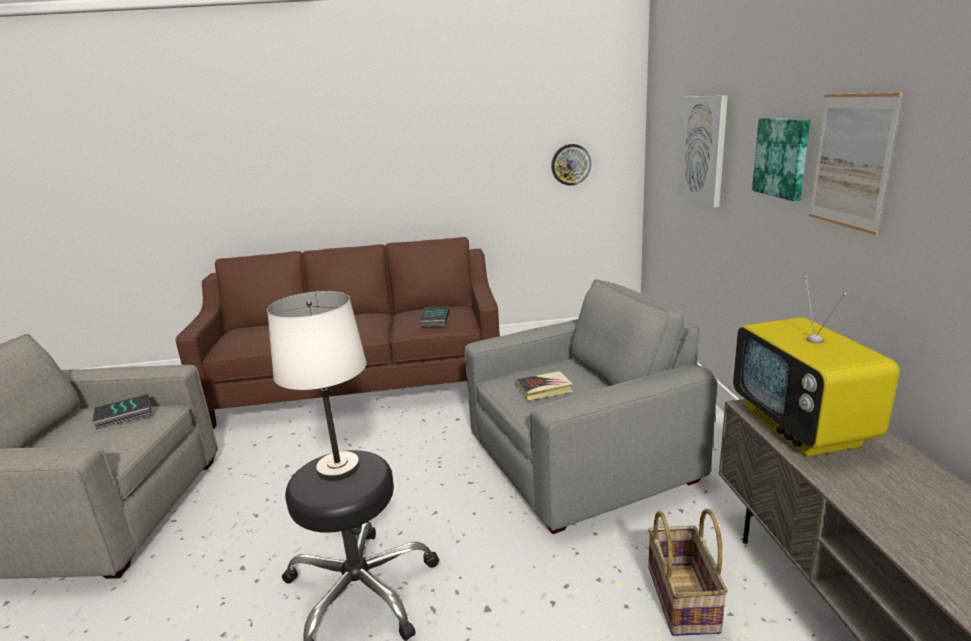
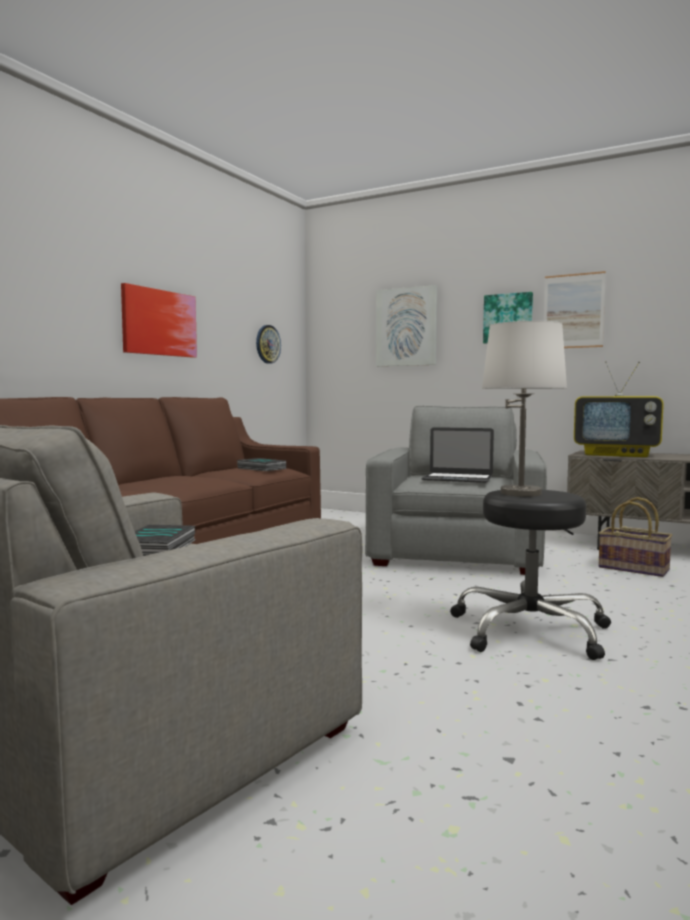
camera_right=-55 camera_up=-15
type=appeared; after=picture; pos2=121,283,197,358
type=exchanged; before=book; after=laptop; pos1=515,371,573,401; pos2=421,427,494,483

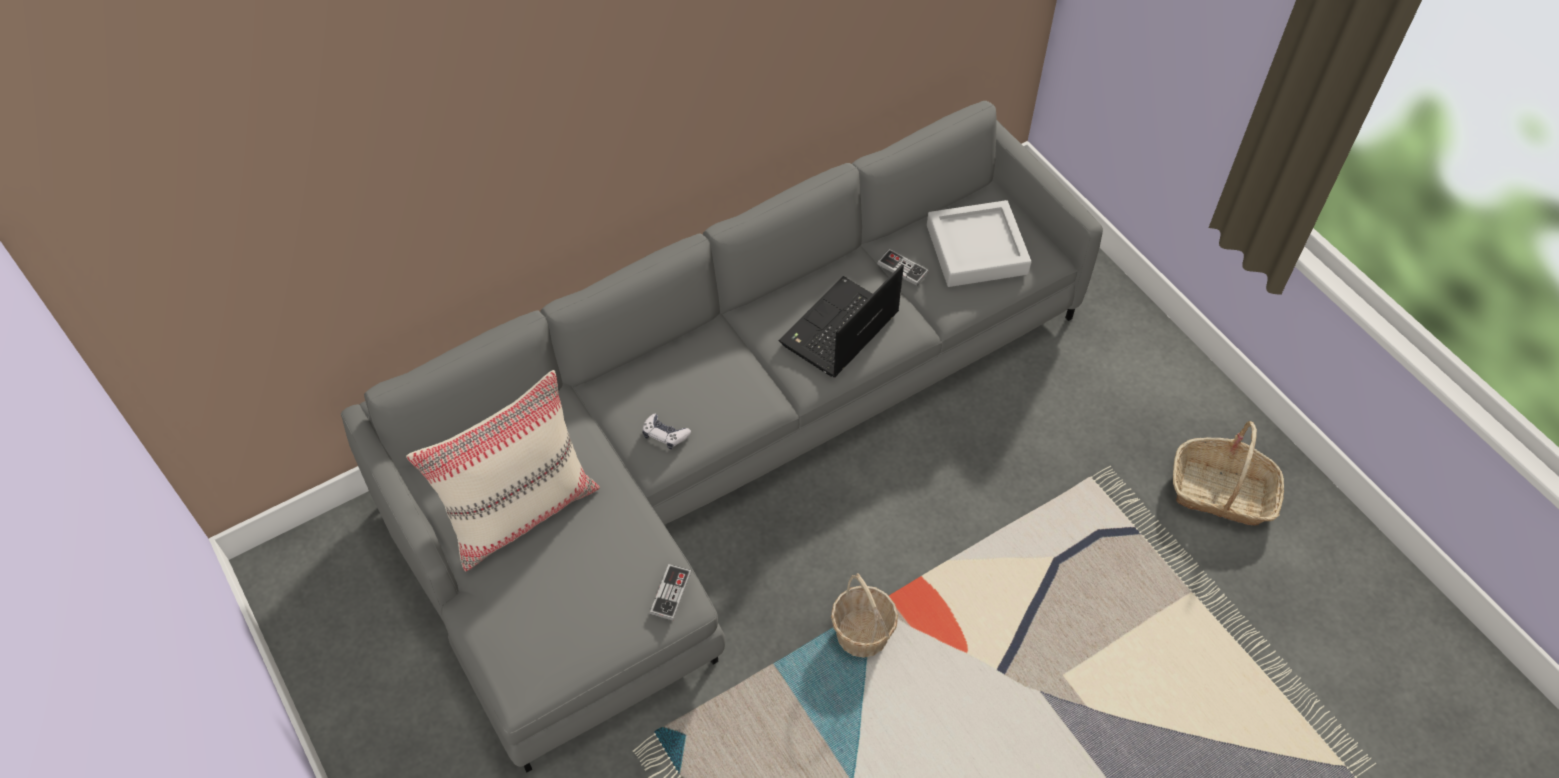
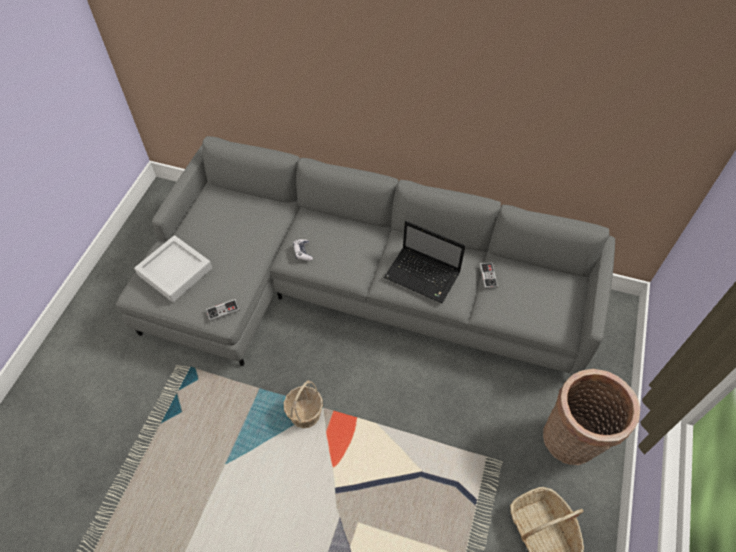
camera_right=50 camera_up=0
type=relocated; before=grey tray; pos1=927,200,1031,287; pos2=134,235,212,302
type=spun; before=laptop; pos1=779,264,904,377; pos2=384,221,465,304; turn=-150
type=appeared; after=basket; pos2=543,369,640,465
type=missing; before=beige pillow; pos1=406,370,600,571

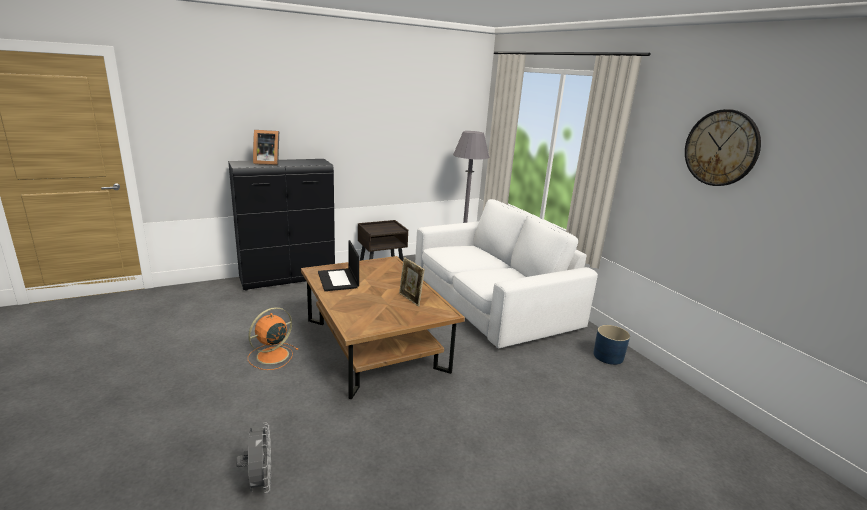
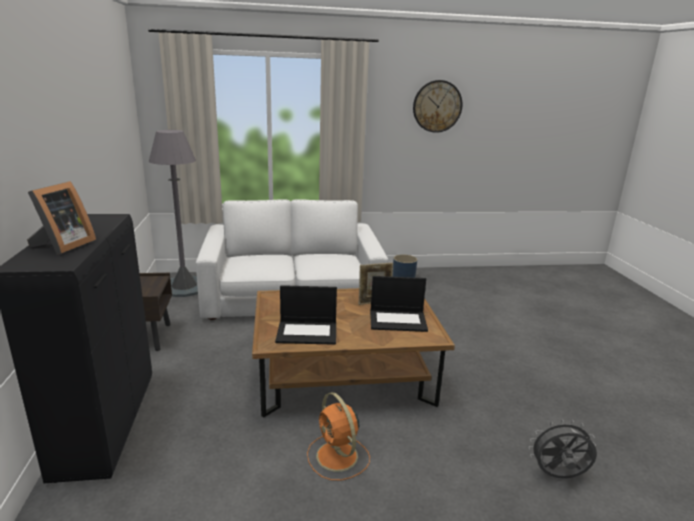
camera_right=-70 camera_up=0
type=appeared; after=laptop; pos2=370,276,428,332

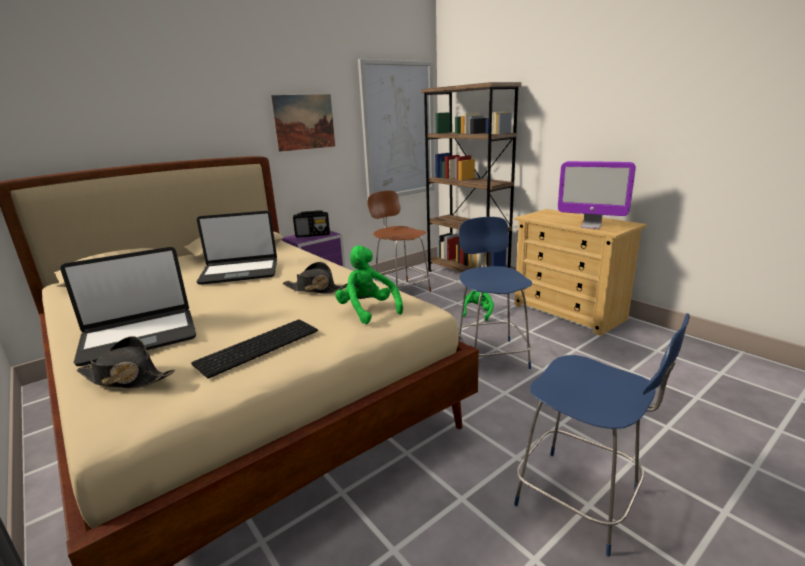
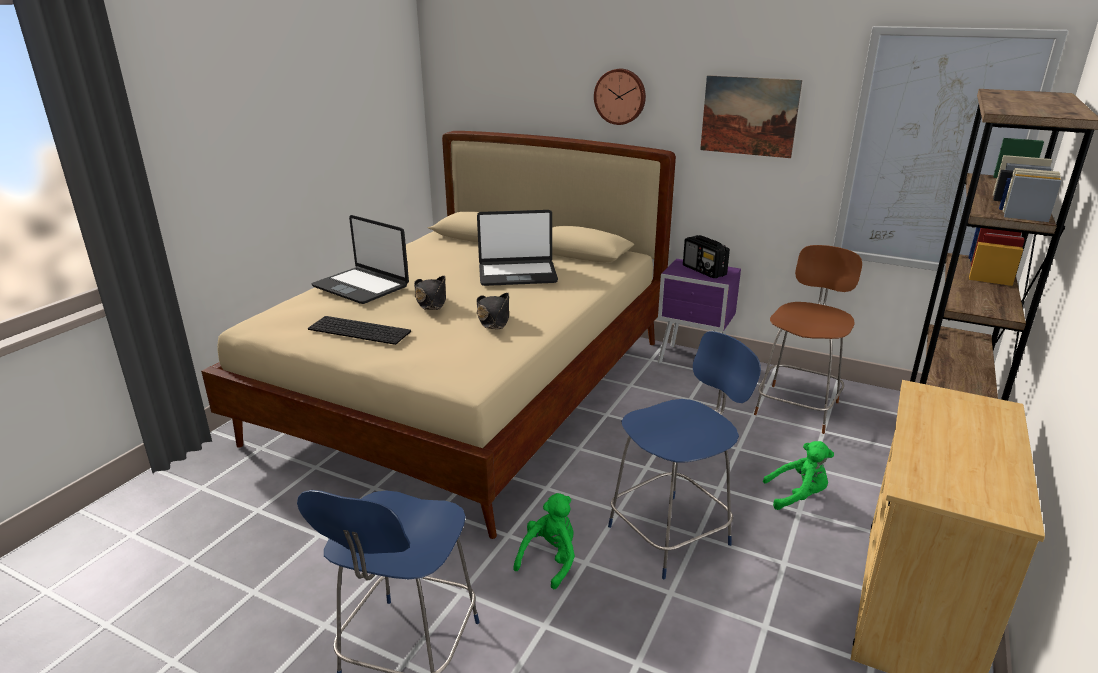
camera_right=65 camera_up=5
type=relocated; before=black hat; pos1=77,336,175,388; pos2=414,276,446,310
type=spun; before=laptop; pos1=196,211,277,285; pos2=477,210,558,286; turn=-60
type=relocated; before=green plush toy; pos1=335,245,403,324; pos2=513,493,575,589
type=appeared; after=wall clock; pos2=594,69,646,125
type=missing; before=monitor; pos1=558,161,636,229

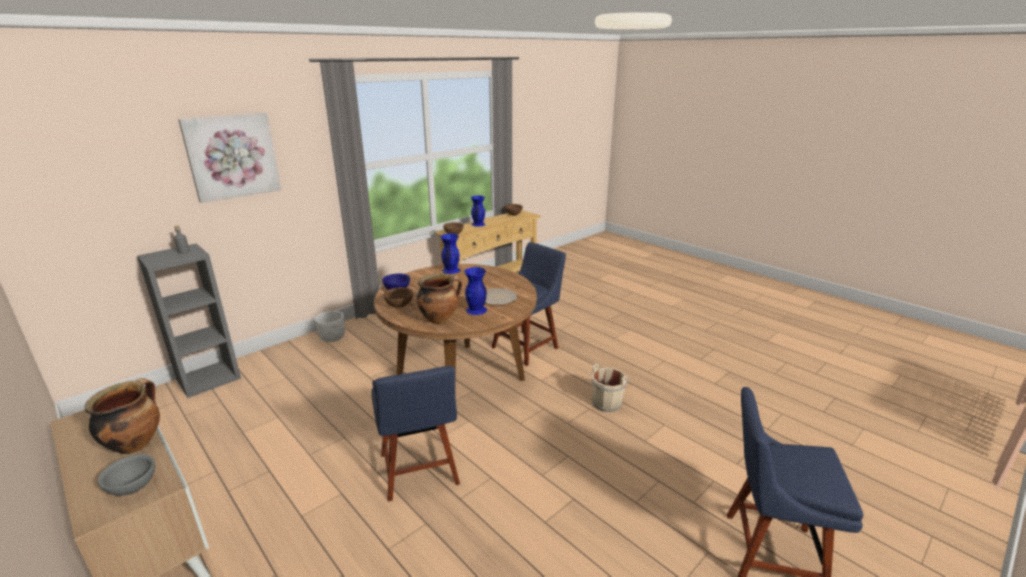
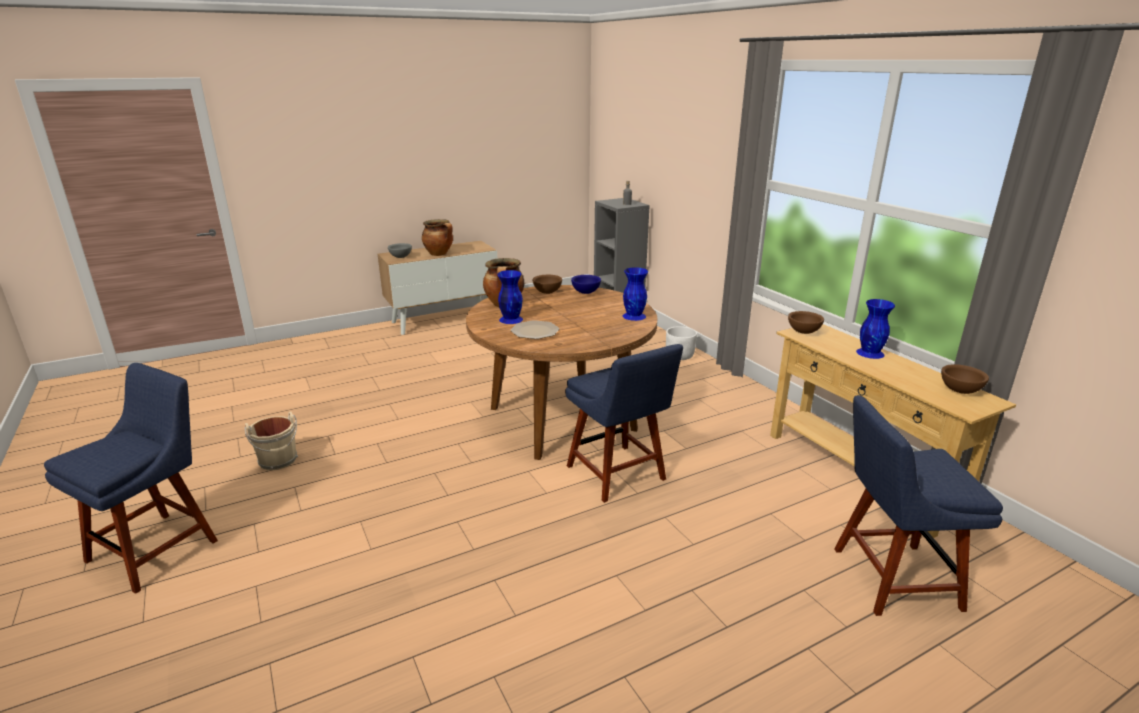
camera_right=105 camera_up=0
type=relocated; before=beige bucket; pos1=591,363,630,413; pos2=244,411,298,470
type=relocated; before=blue chair; pos1=372,366,460,502; pos2=834,395,1003,616
type=missing; before=picture; pos1=178,113,281,203

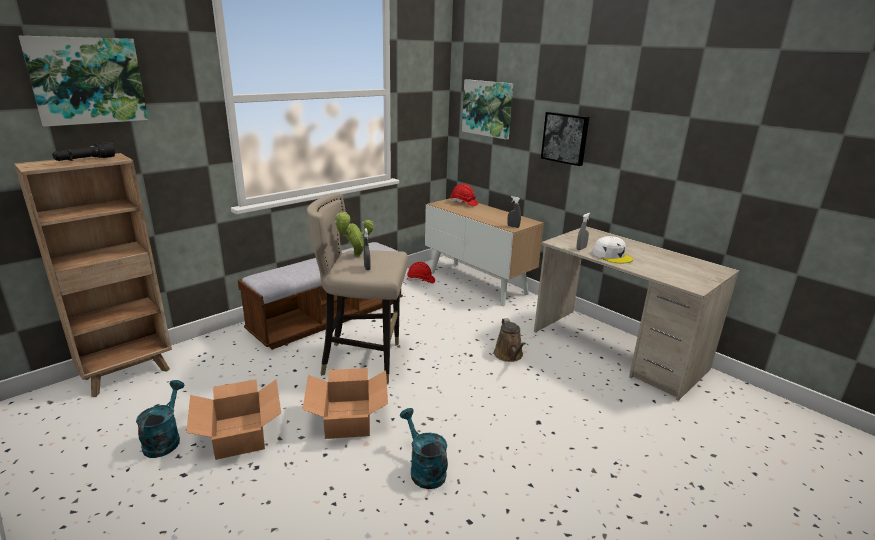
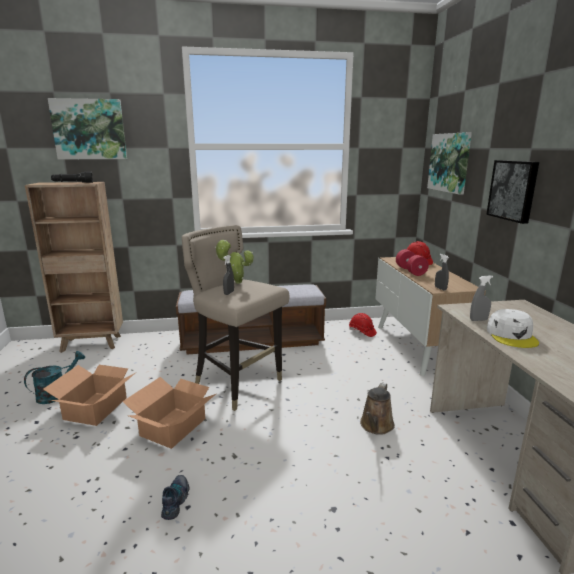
camera_right=35 camera_up=-5
type=exchanged; before=turquoise watering can; after=shoe; pos1=400,408,448,489; pos2=161,475,190,520
type=appeared; after=red dumbbell; pos2=396,249,429,276

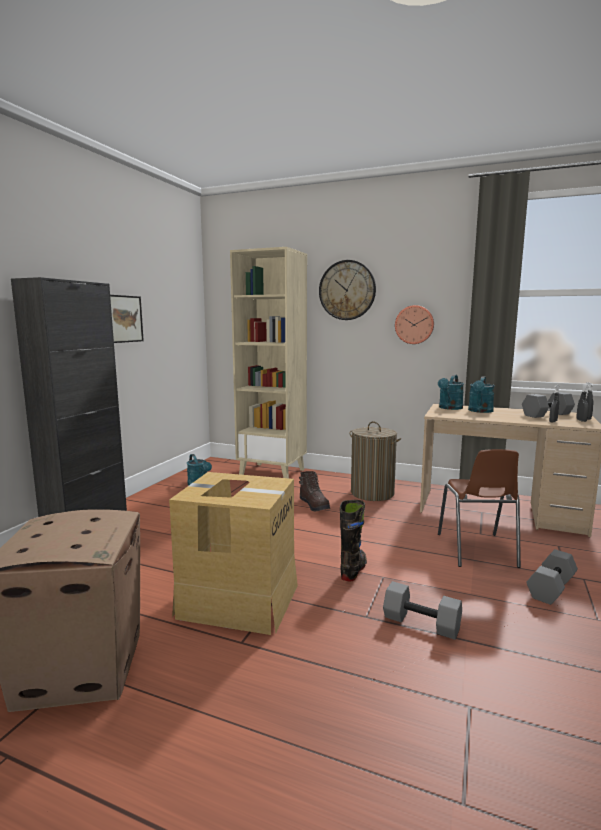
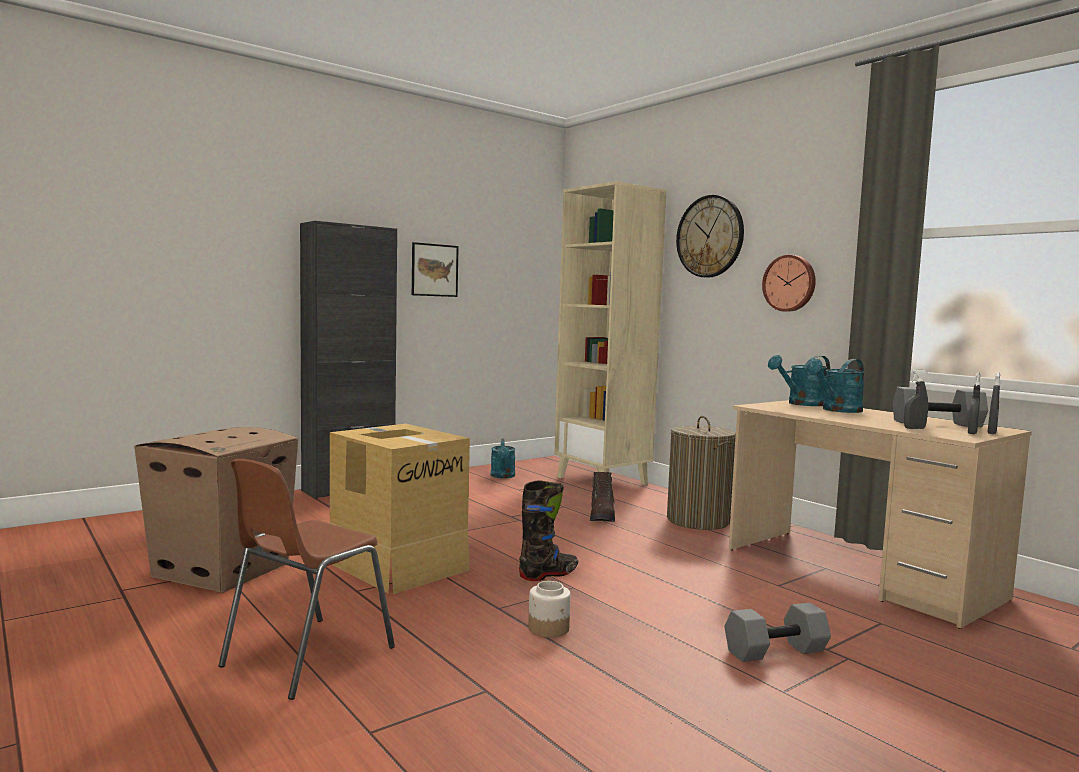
camera_right=30 camera_up=-5
type=relocated; before=brown chair; pos1=438,449,521,568; pos2=218,459,395,700
type=exchanged; before=grey dumbbell; after=jar; pos1=383,581,462,640; pos2=528,581,571,638

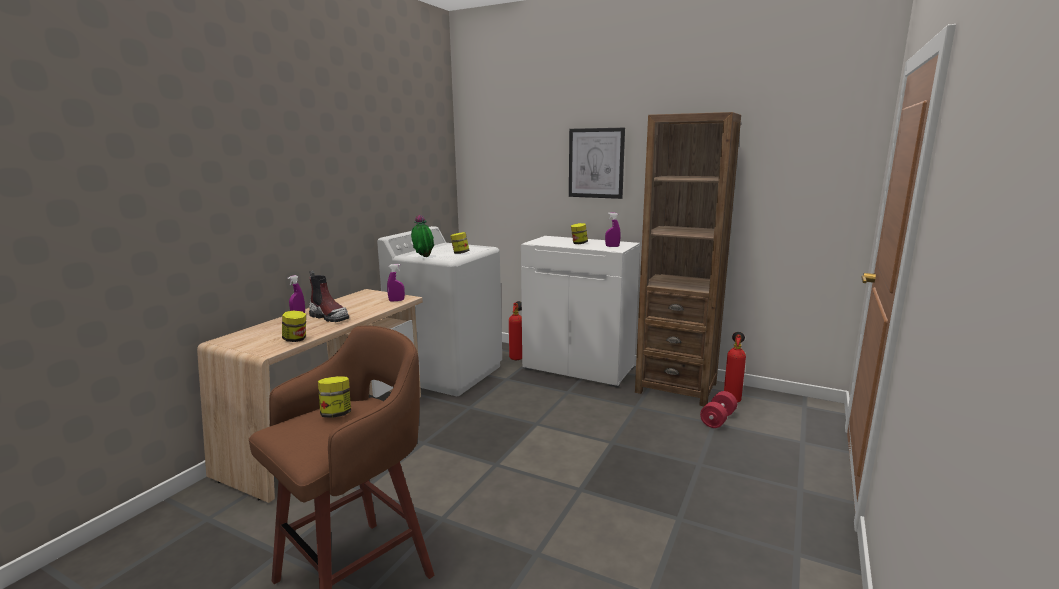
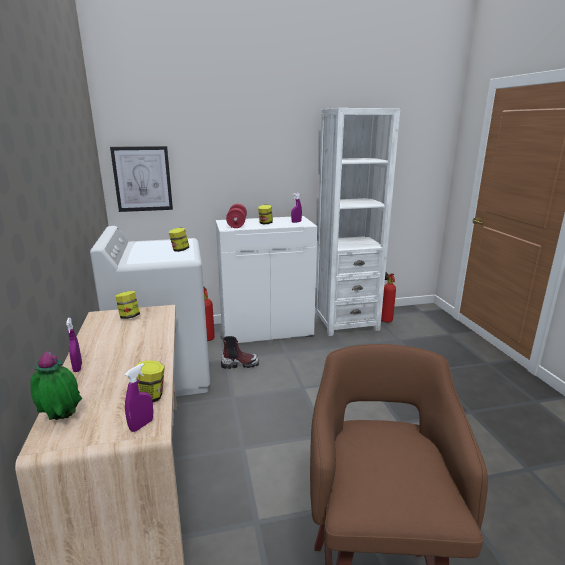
camera_right=-40 camera_up=5
type=relocated; before=potted plant; pos1=411,214,434,257; pos2=30,350,82,420
type=relocated; before=picture; pos1=569,128,625,199; pos2=110,146,173,212
type=relocated; before=jar; pos1=318,376,351,418; pos2=115,291,140,319
type=relocated; before=purple spray bottle; pos1=387,264,405,302; pos2=125,363,153,432
type=relocated; before=boot; pos1=309,271,349,322; pos2=221,335,259,369
type=relocated; before=red dumbbell; pos1=700,391,737,428; pos2=226,204,247,228
type=colour; before=brown bookcase; after=white bookcase; pos1=635,112,741,406; pos2=315,108,400,336

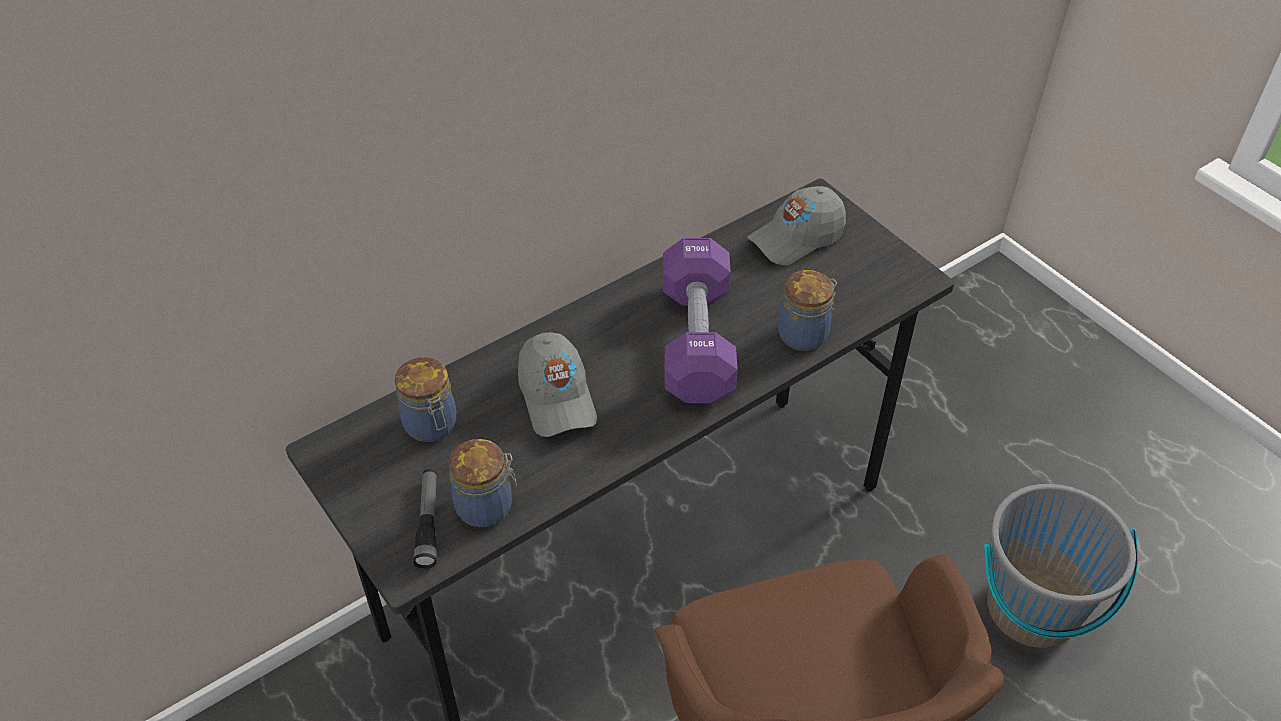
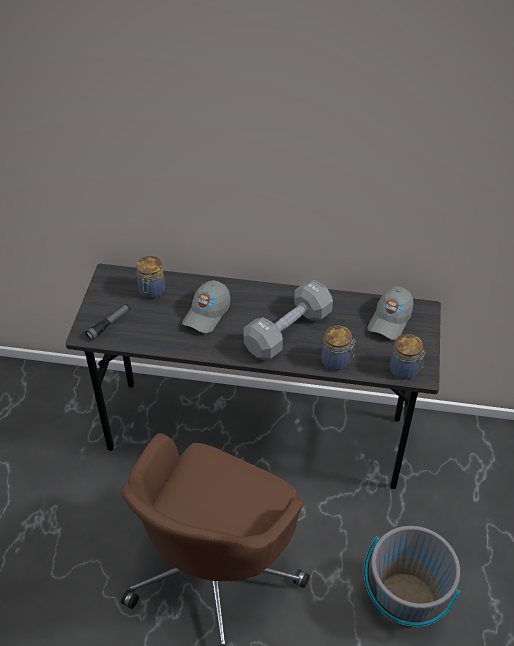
camera_right=45 camera_up=0
type=colour; before=purple dumbbell; after=grey dumbbell; pos1=663,238,738,403; pos2=244,280,333,360
type=spun; before=grey cap; pos1=747,186,846,265; pos2=367,286,413,340; turn=-75
type=relocated; before=jar; pos1=449,439,517,527; pos2=390,334,426,379

